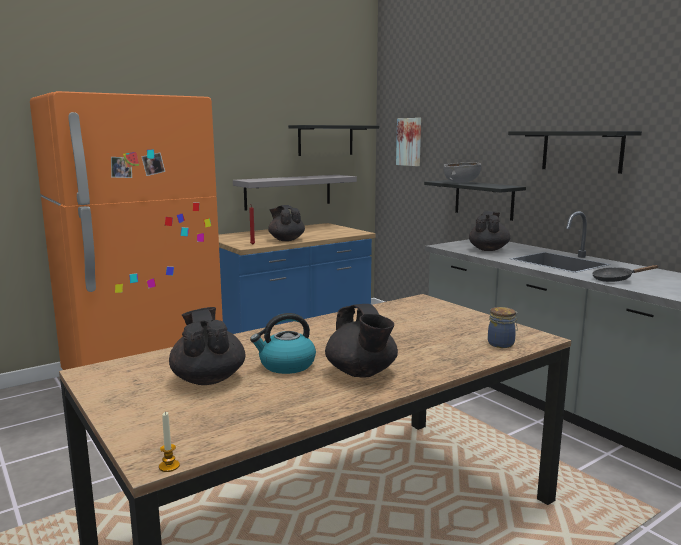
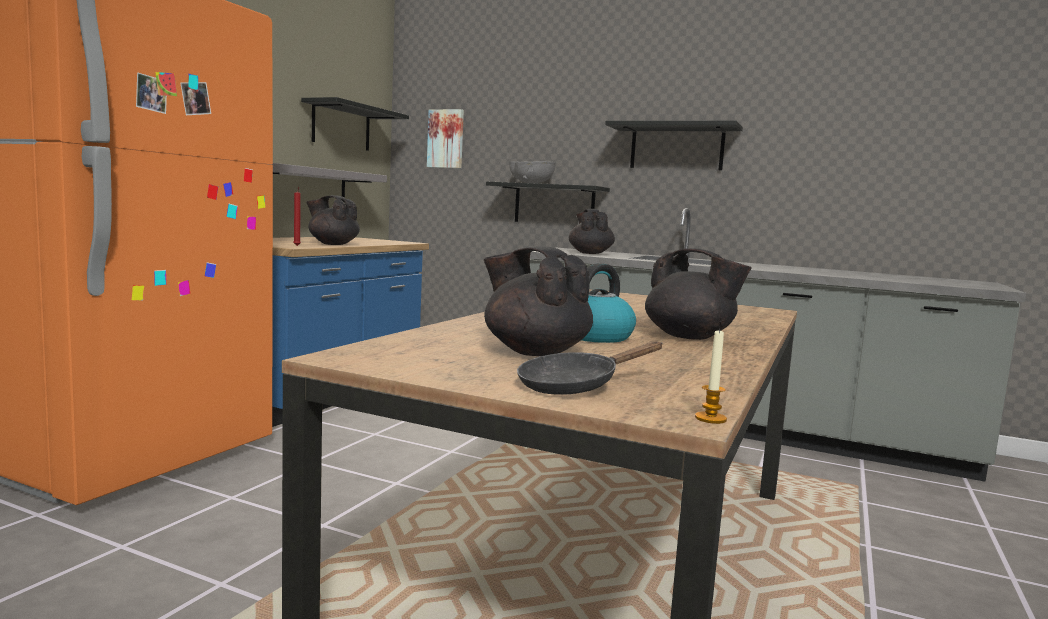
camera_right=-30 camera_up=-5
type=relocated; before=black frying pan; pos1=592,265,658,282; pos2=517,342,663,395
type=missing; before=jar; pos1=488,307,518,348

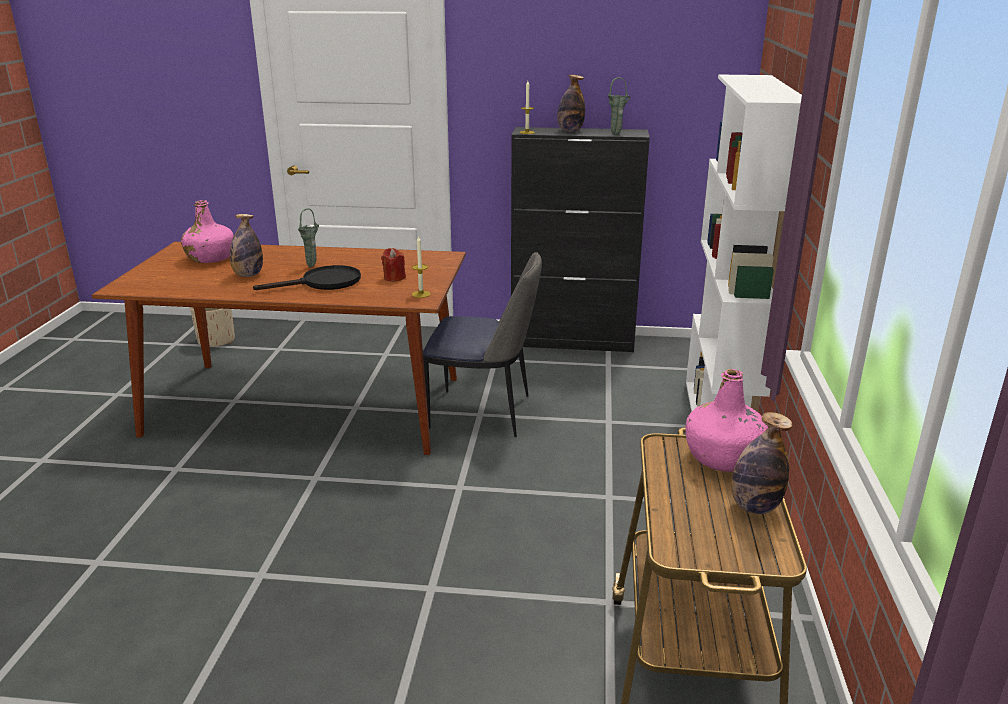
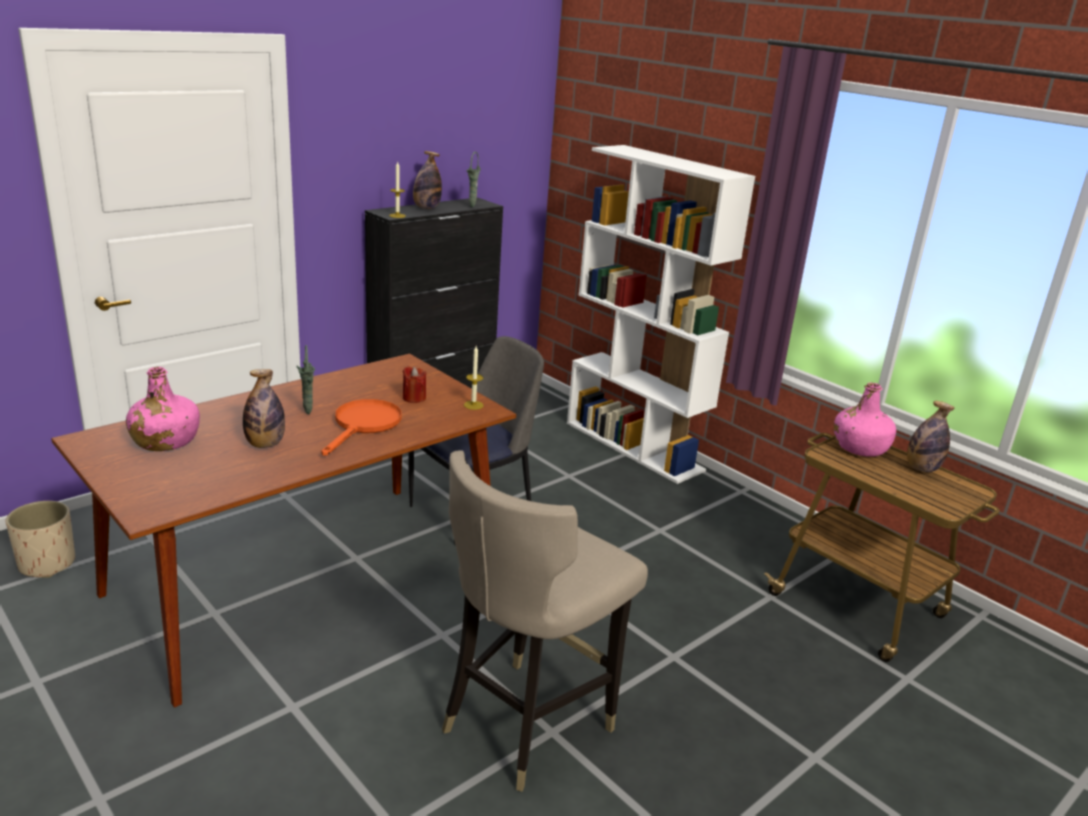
camera_right=-50 camera_up=0
type=colour; before=black frying pan; after=orange frying pan; pos1=253,265,361,290; pos2=321,399,402,456
type=appeared; after=beige stool; pos2=442,450,648,792

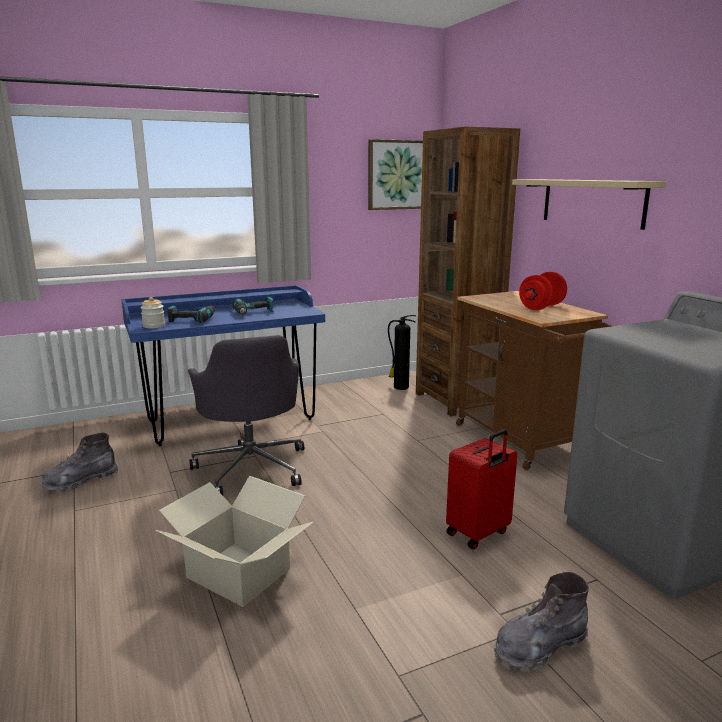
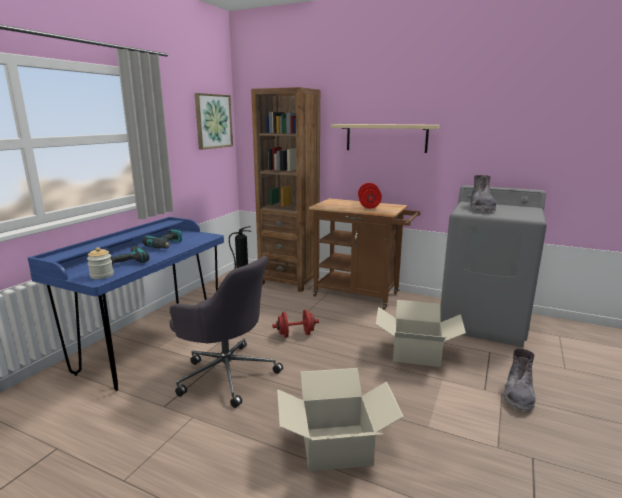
camera_right=-40 camera_up=0
type=appeared; after=red dumbbell; pos2=272,310,319,338
type=exchanged; before=red suitcase; after=cardboard box; pos1=446,430,517,550; pos2=376,300,466,367
type=relocated; before=grey boot; pos1=42,433,118,493; pos2=470,175,496,212

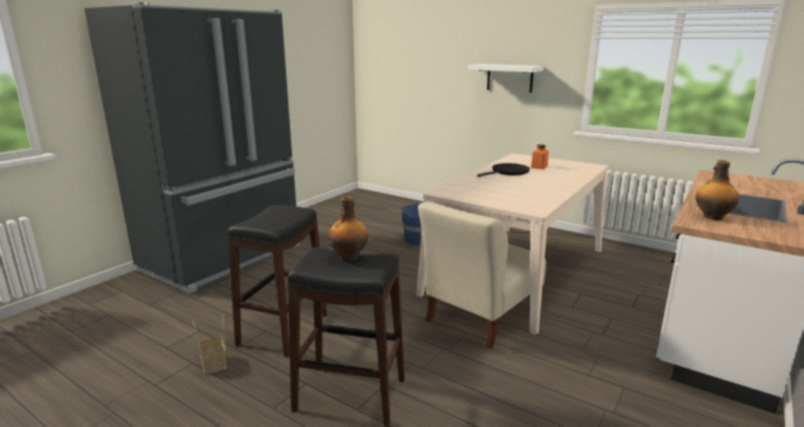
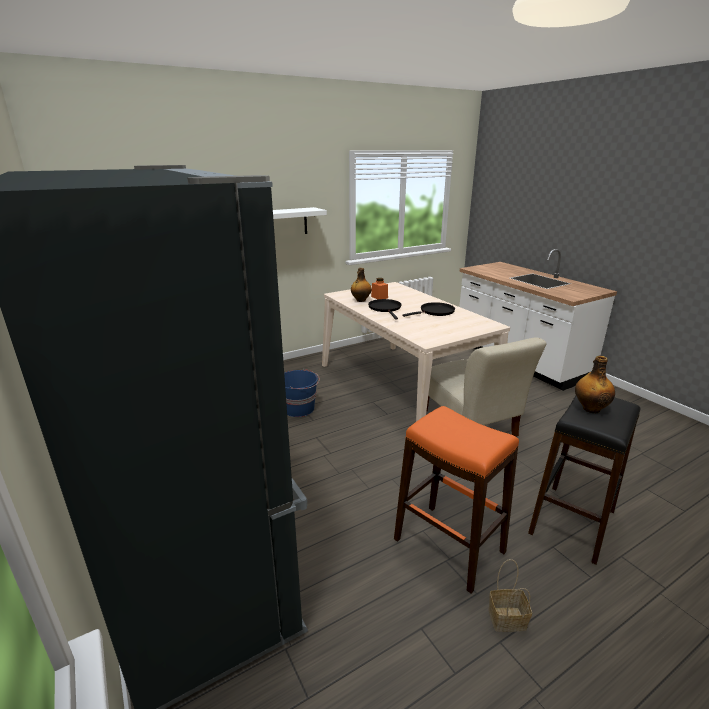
camera_right=-65 camera_up=5
type=relocated; before=bottle; pos1=695,160,739,220; pos2=351,268,372,302
type=colour; before=black stool; after=orange stool; pos1=227,205,327,357; pos2=394,406,519,594
type=appeared; after=black frying pan; pos2=402,302,455,317

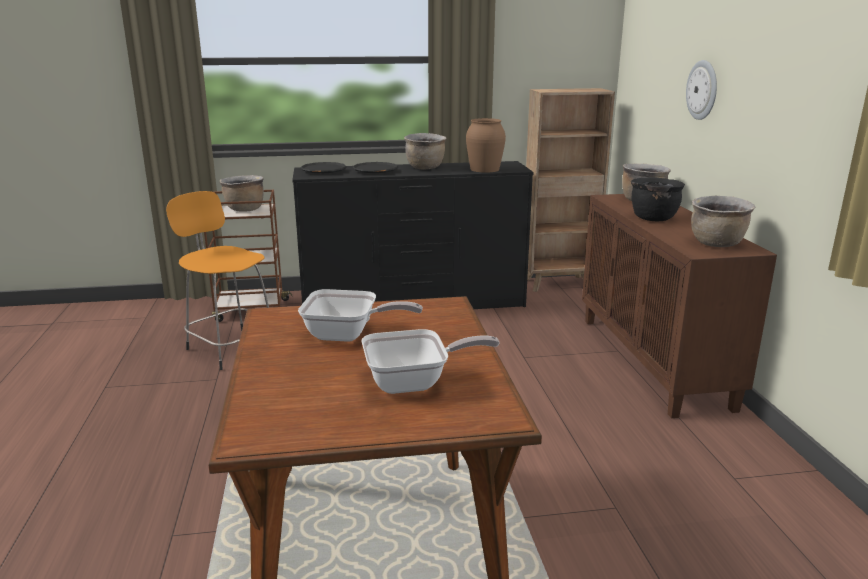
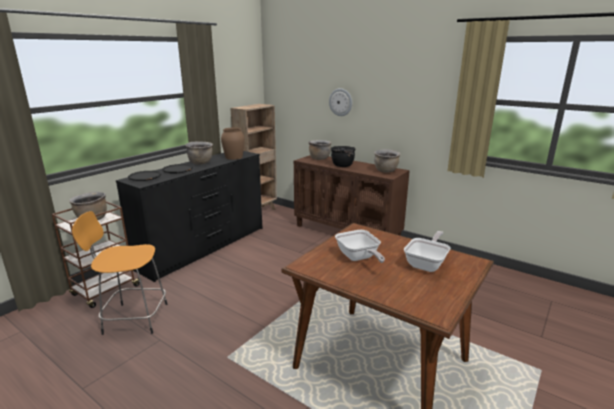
camera_right=-45 camera_up=0
type=spun; before=frying pan; pos1=298,289,423,342; pos2=335,230,385,263; turn=105

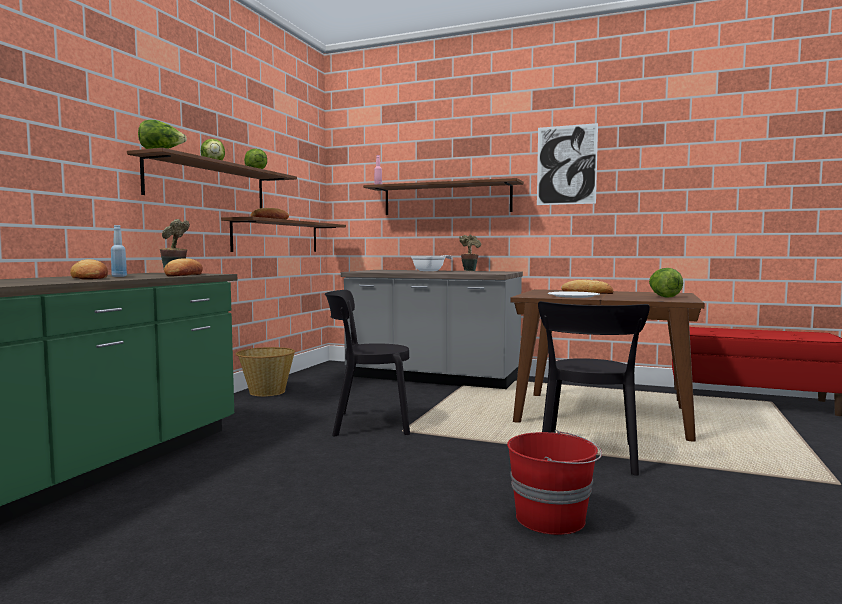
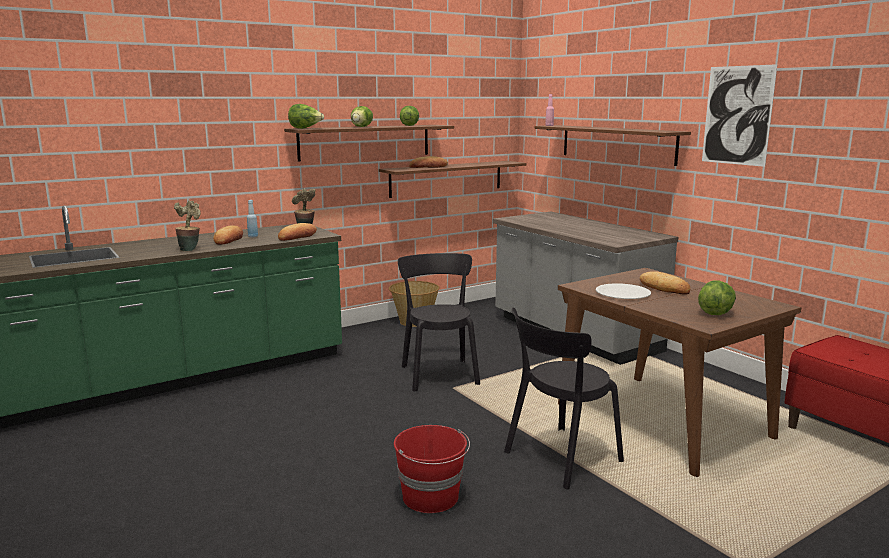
camera_right=35 camera_up=10
type=relocated; before=potted plant; pos1=459,234,481,271; pos2=174,200,201,251
type=spun; before=black chair; pos1=325,290,410,437; pos2=398,253,480,392; turn=45
type=missing; before=frying pan; pos1=411,255,452,271

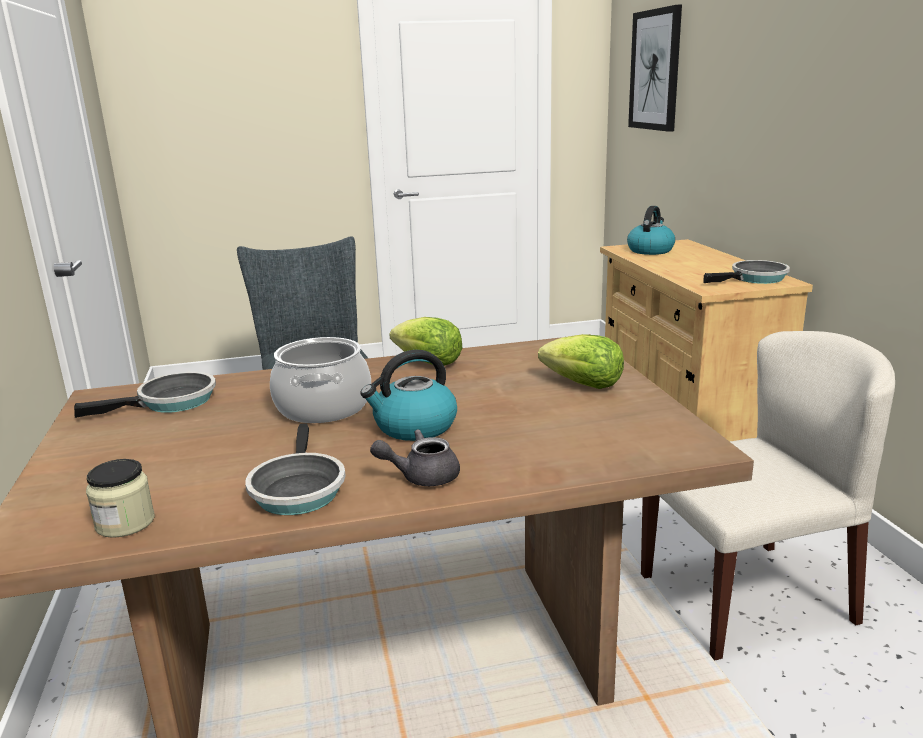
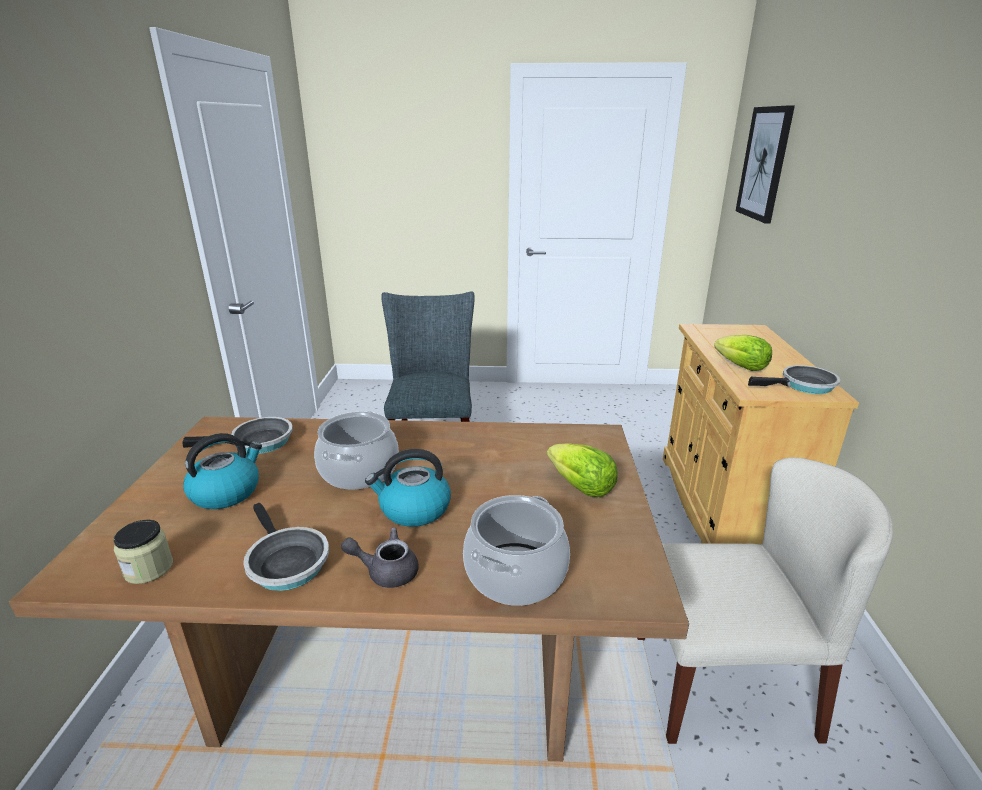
camera_right=15 camera_up=5
type=relocated; before=kettle; pos1=627,206,675,255; pos2=183,433,262,509
type=spun; before=frying pan; pos1=245,424,346,515; pos2=243,503,329,591; turn=-45
type=appeared; after=cooking pot; pos2=463,495,570,606
type=relocated; before=lettuce; pos1=390,317,462,366; pos2=714,335,772,371

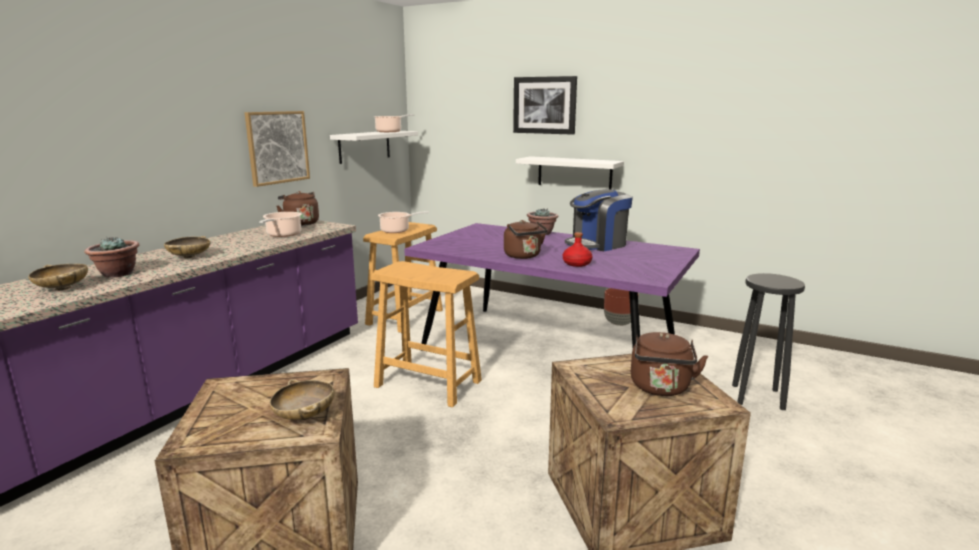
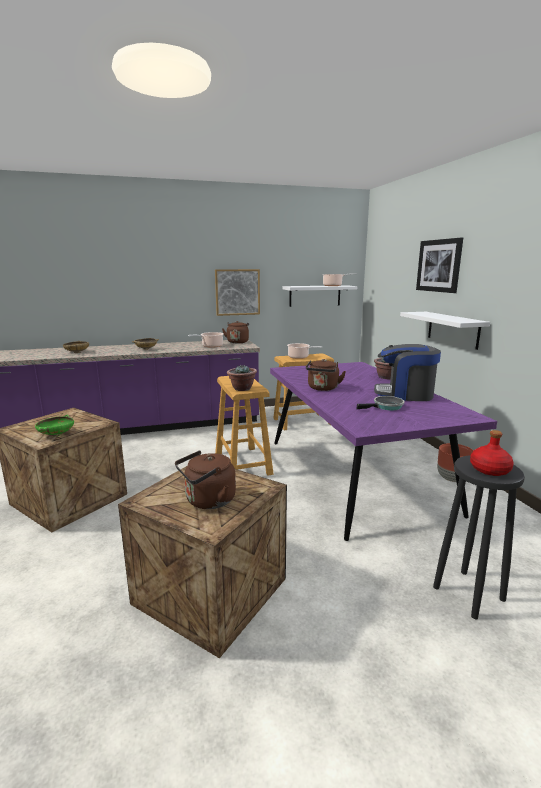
camera_right=45 camera_up=0
type=colour; before=beige bowl; after=green bowl; pos1=270,379,334,420; pos2=35,415,74,437
type=relocated; before=potted plant; pos1=84,237,139,278; pos2=227,365,257,391
type=appeared; after=frying pan; pos2=357,396,405,410
type=relocated; before=red bottle; pos1=563,232,592,267; pos2=470,430,514,476

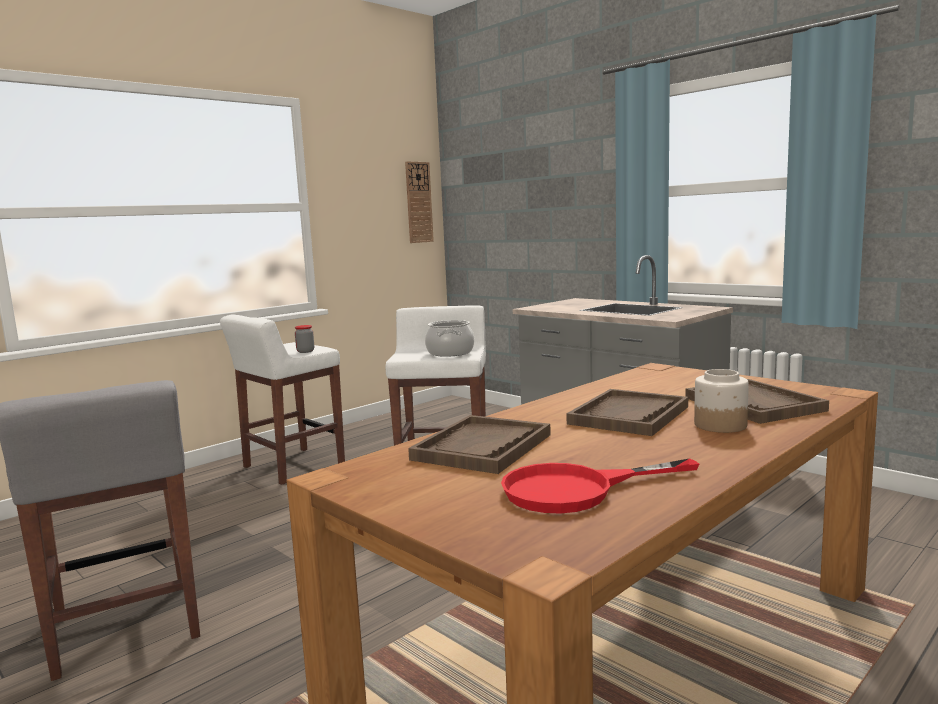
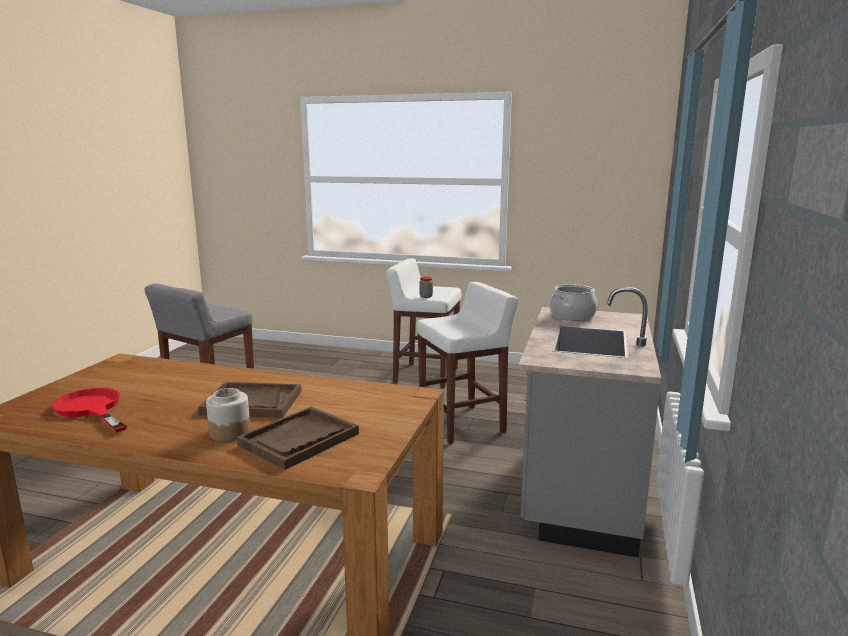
camera_right=60 camera_up=5
type=relocated; before=cooking pot; pos1=425,320,474,357; pos2=549,284,597,321
type=missing; before=wall clock; pos1=405,161,434,243
type=missing; before=brown tray; pos1=408,415,551,474

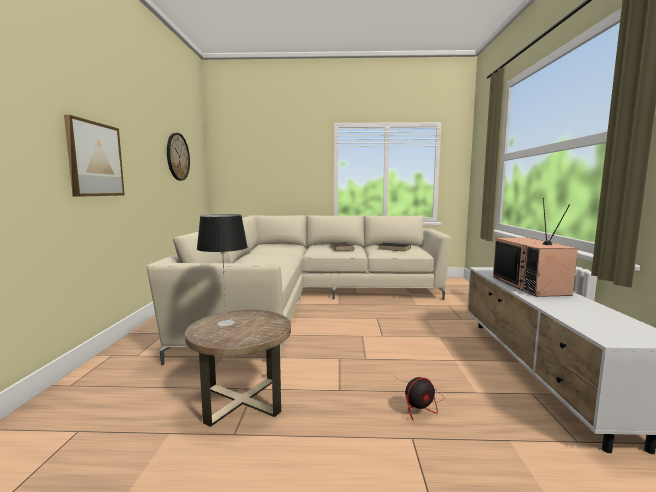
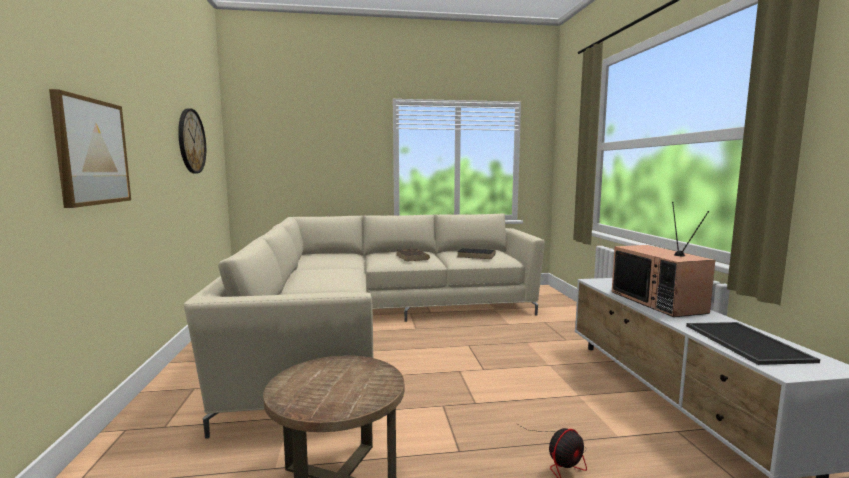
camera_right=-10 camera_up=0
type=appeared; after=tray; pos2=686,322,820,365
type=missing; before=table lamp; pos1=197,214,248,326

